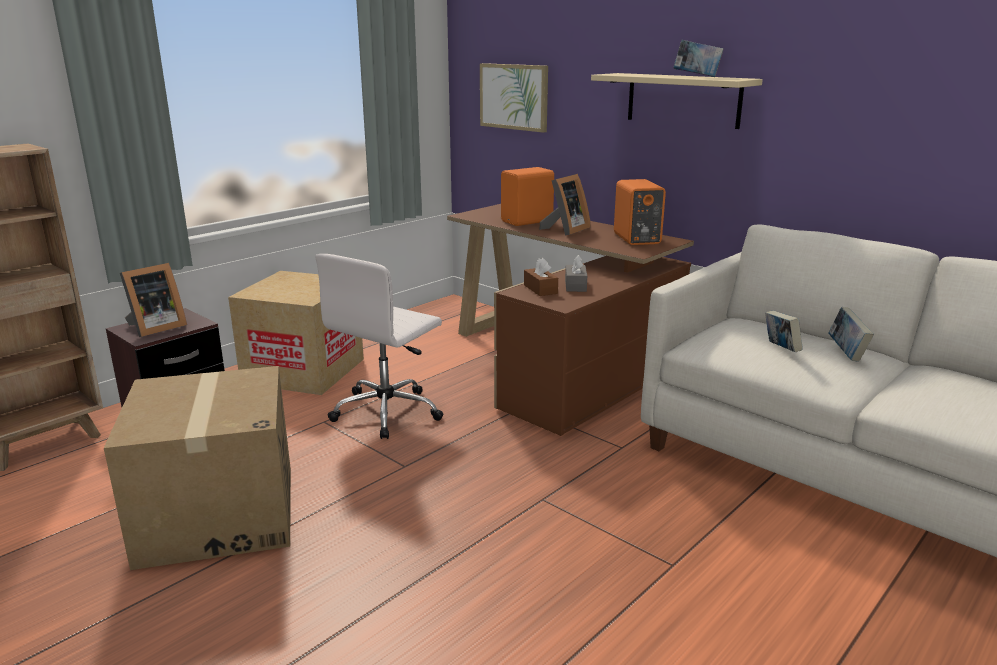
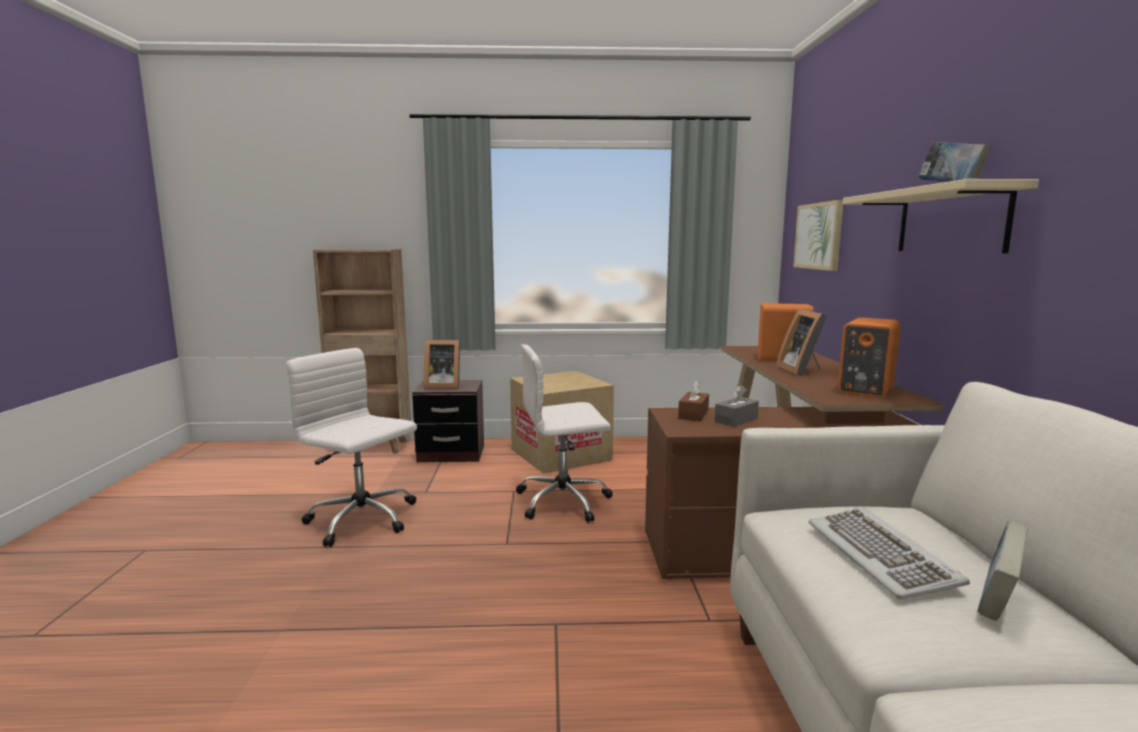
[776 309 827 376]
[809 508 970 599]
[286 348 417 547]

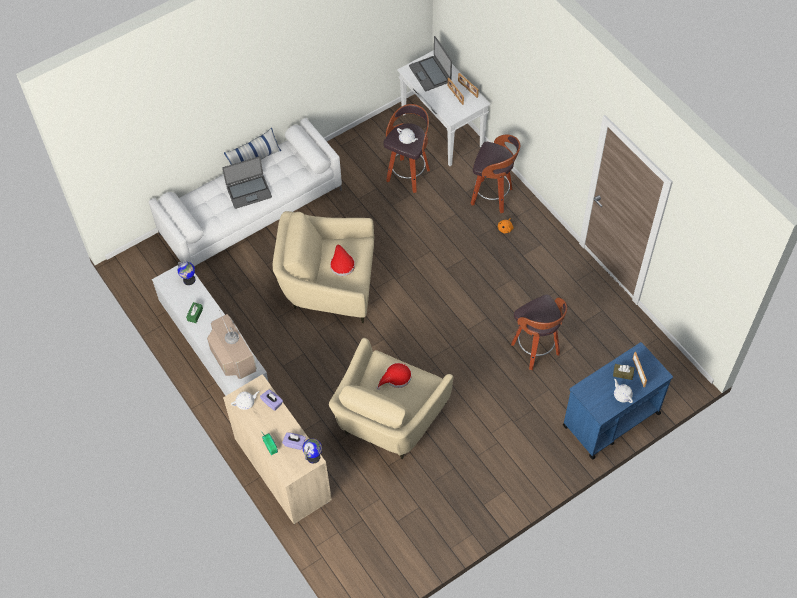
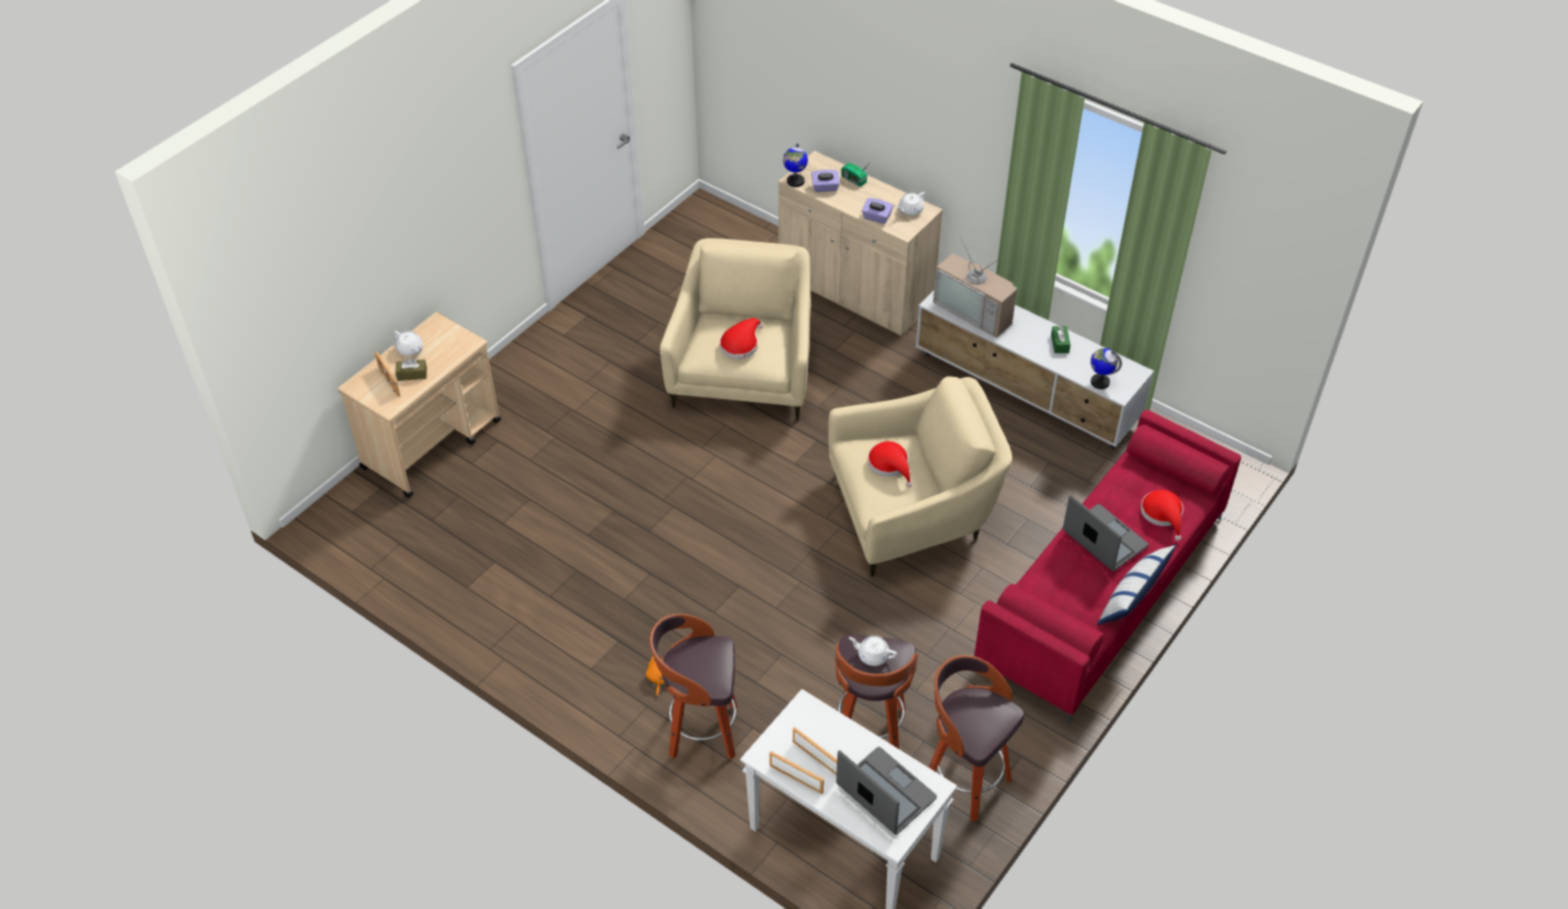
[974 410 1241 725]
[1063 495 1149 571]
[928 655 1024 821]
[338 312 501 498]
[1140 490 1183 541]

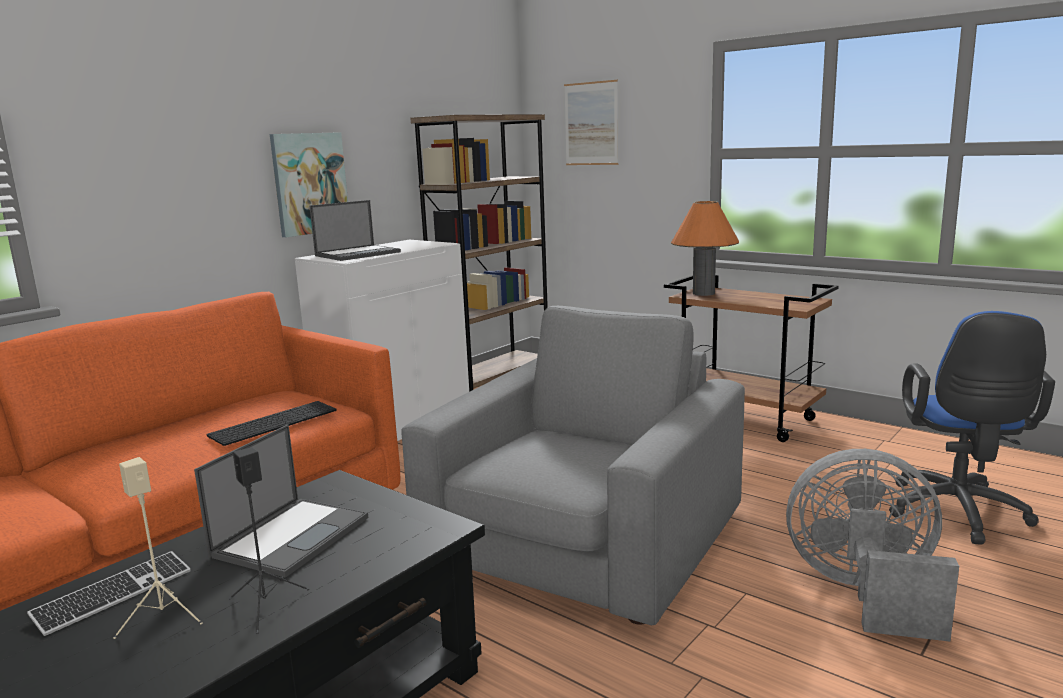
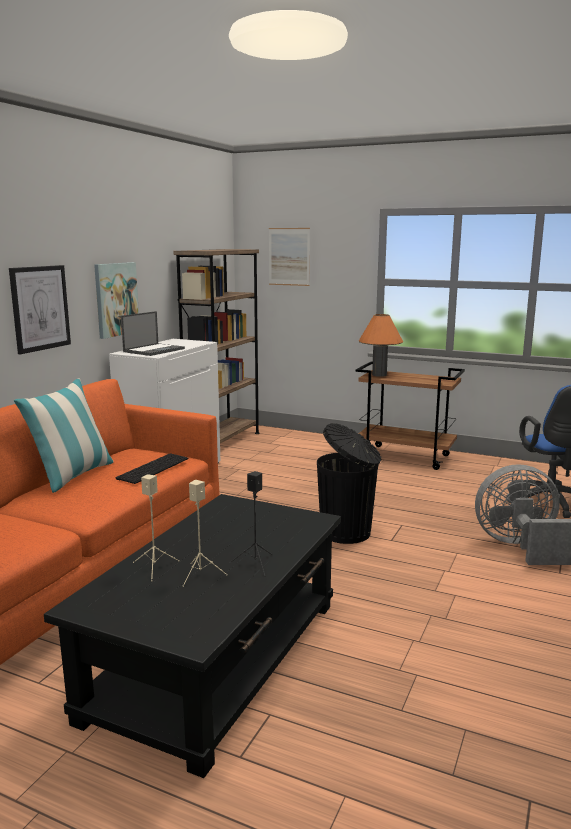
[317 423 381 544]
[194 424 369 578] (first image)
[133 474 179 582]
[9 265 71 354]
[14 378 114 493]

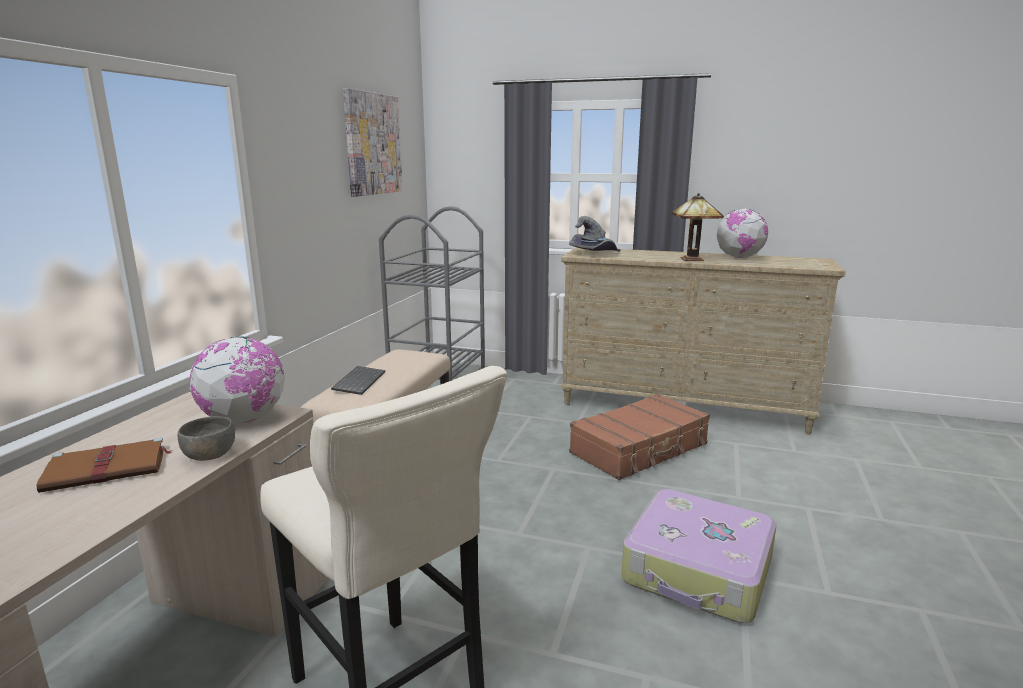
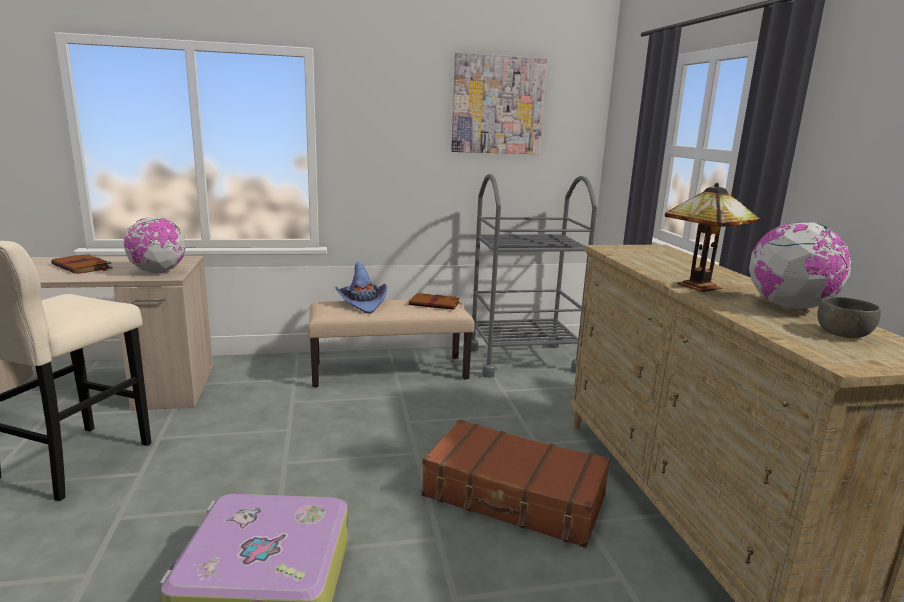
[569 216 621 252] (first image)
[335 262 387 314]
[817 297 881 338]
[409 292 462 310]

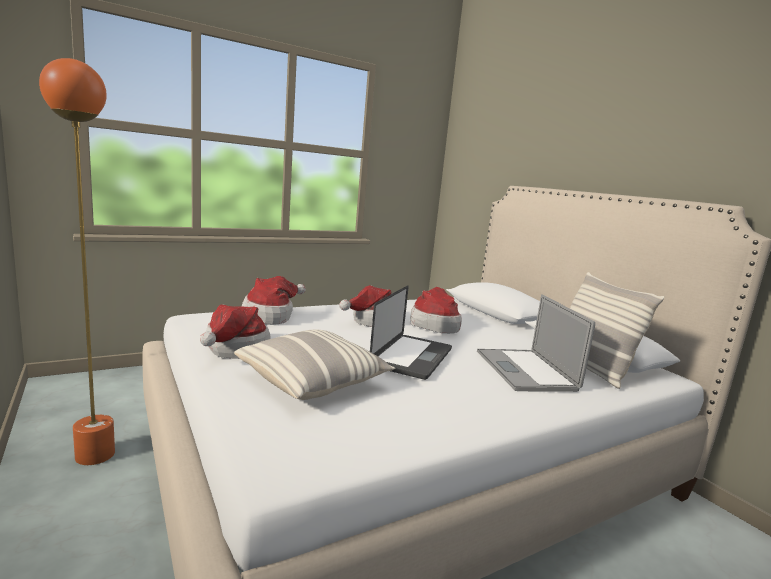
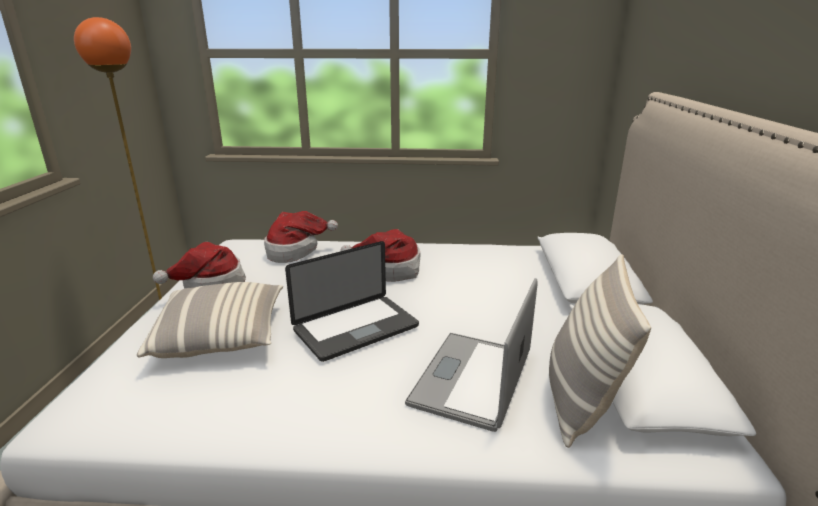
[410 287 462 334] (first image)

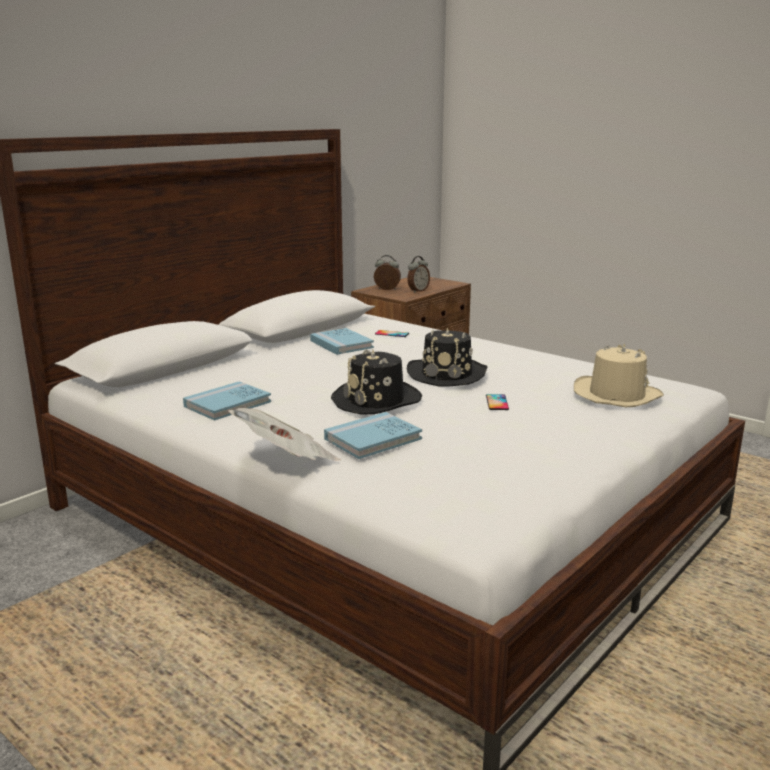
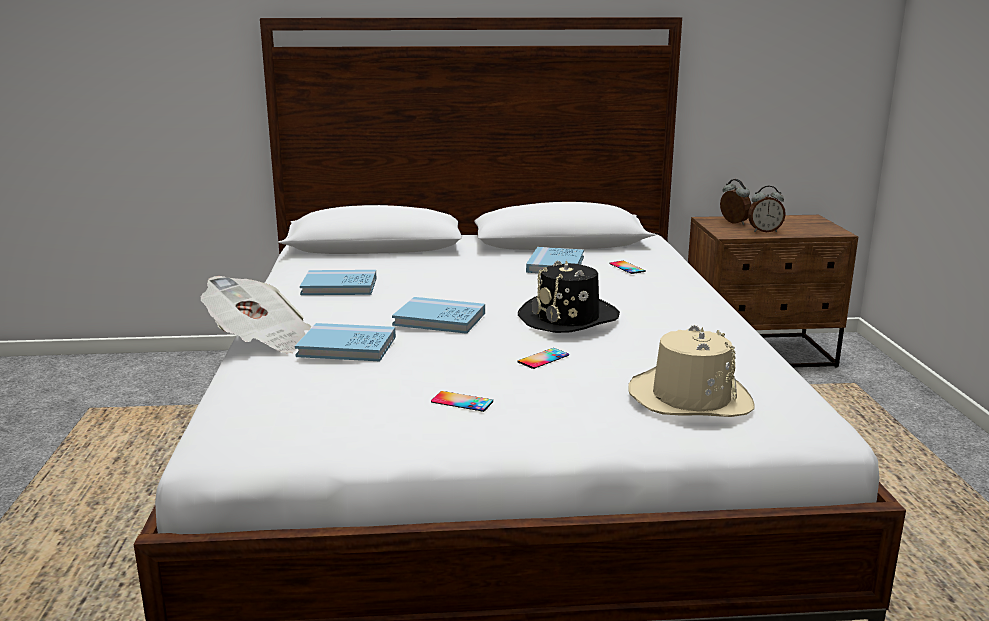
[392 297 485 334]
[431 391 493 412]

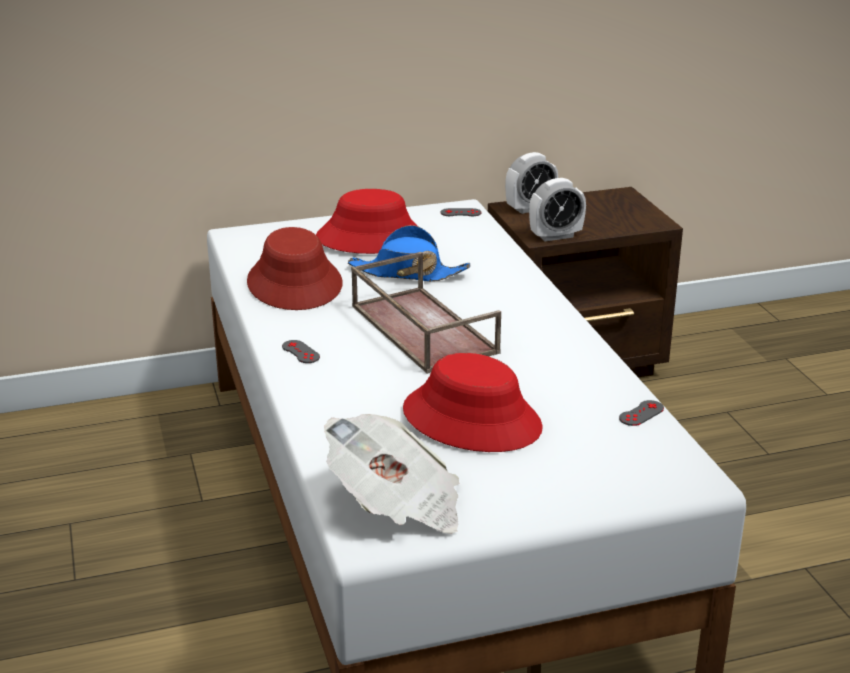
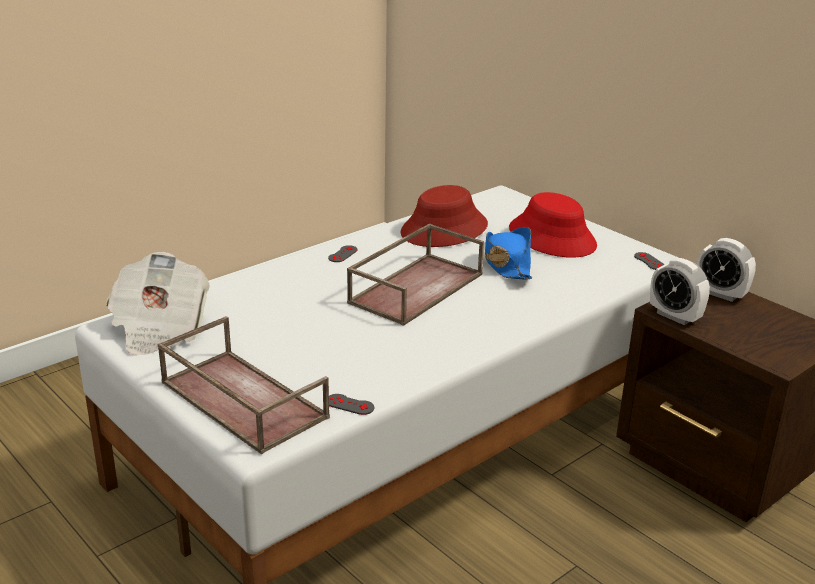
[403 353 543 452] (first image)
[158 316 330 454]

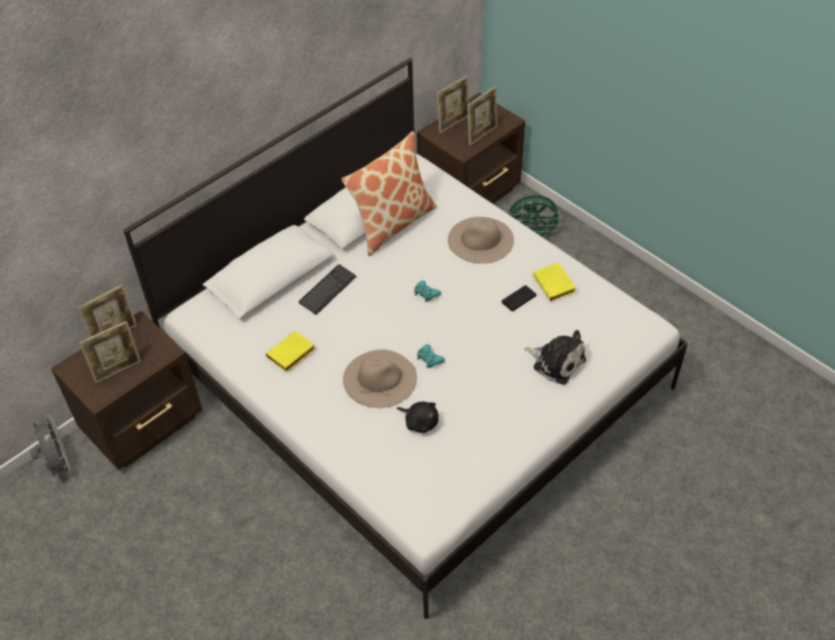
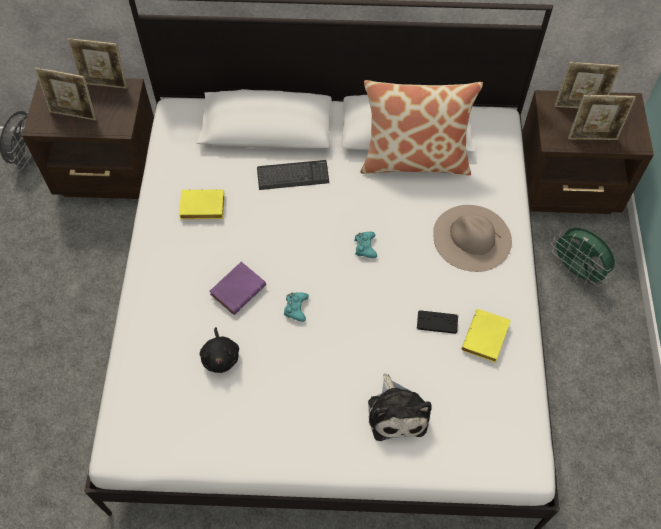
[209 262 266 315]

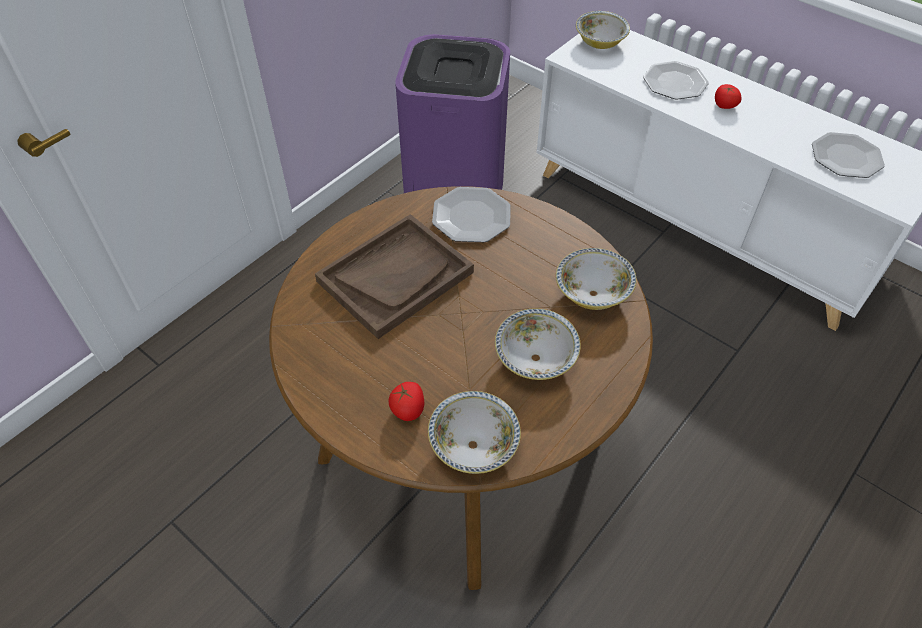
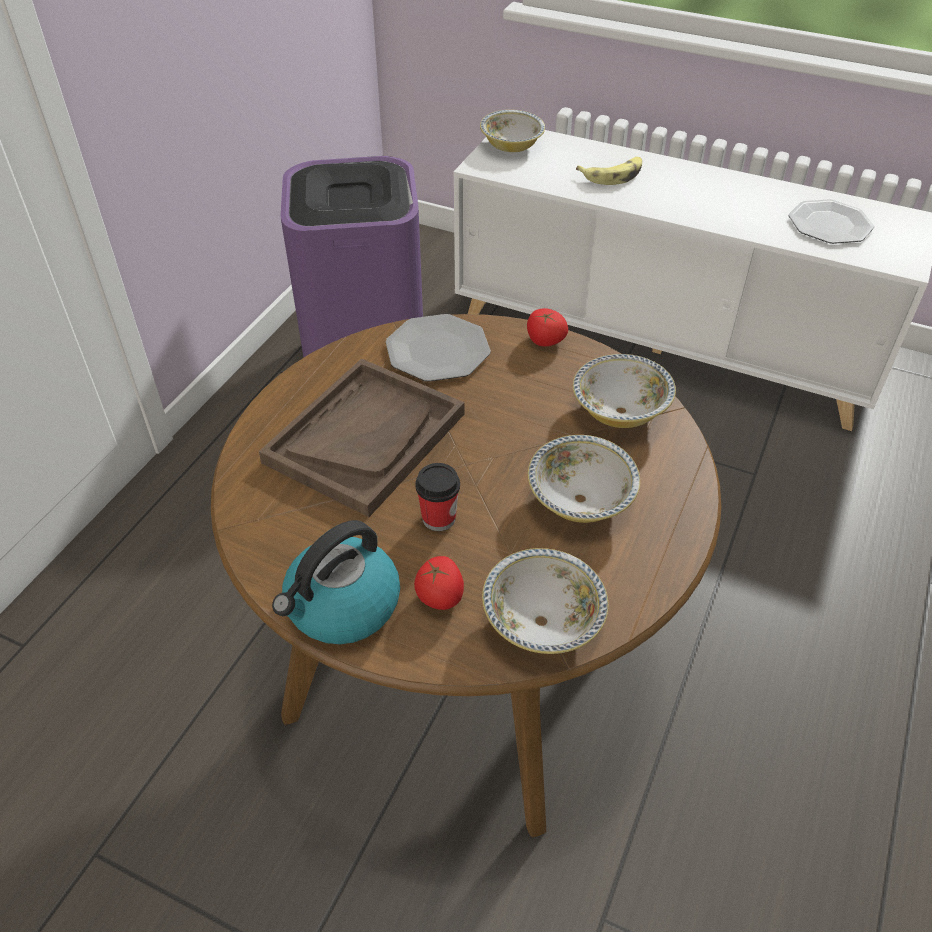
[576 157 642 185]
[527 308 568 346]
[415 463 460 531]
[272 520 400 644]

